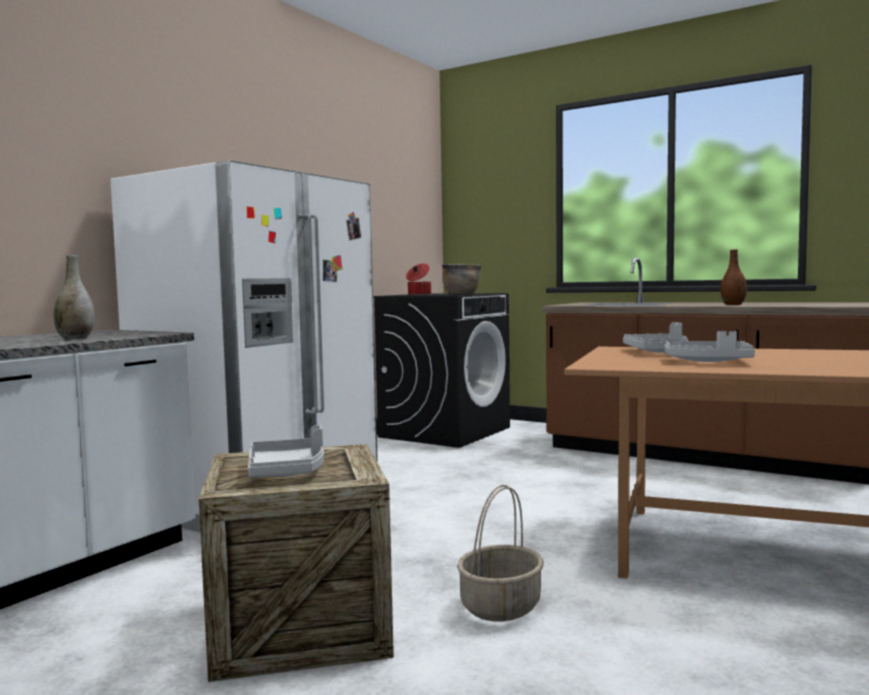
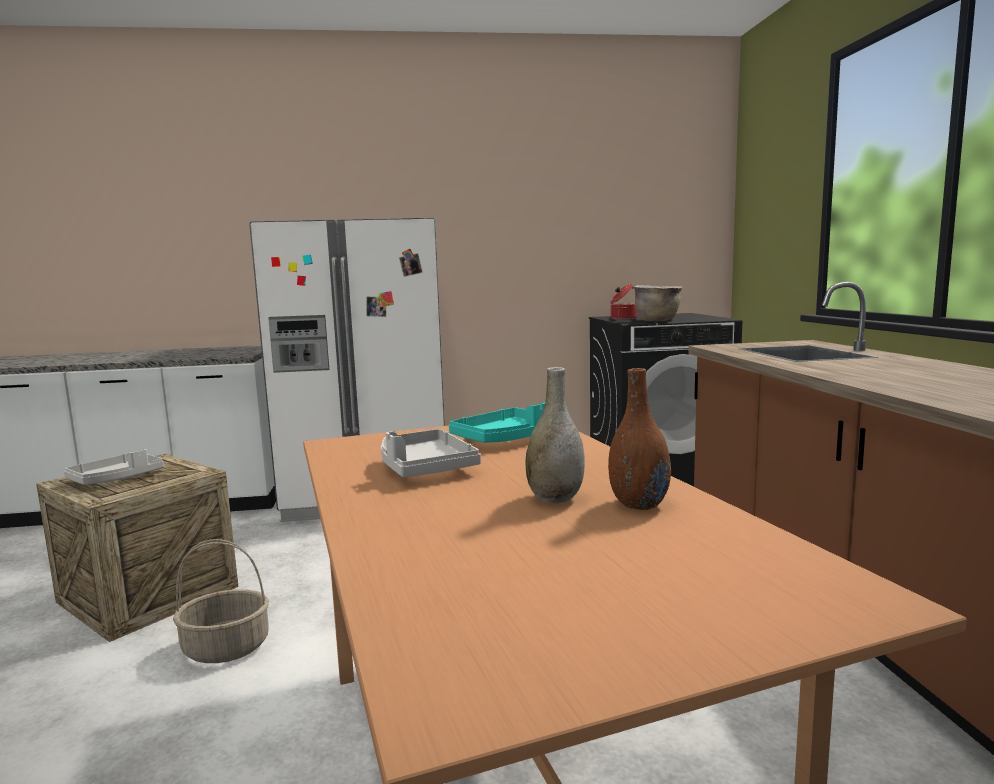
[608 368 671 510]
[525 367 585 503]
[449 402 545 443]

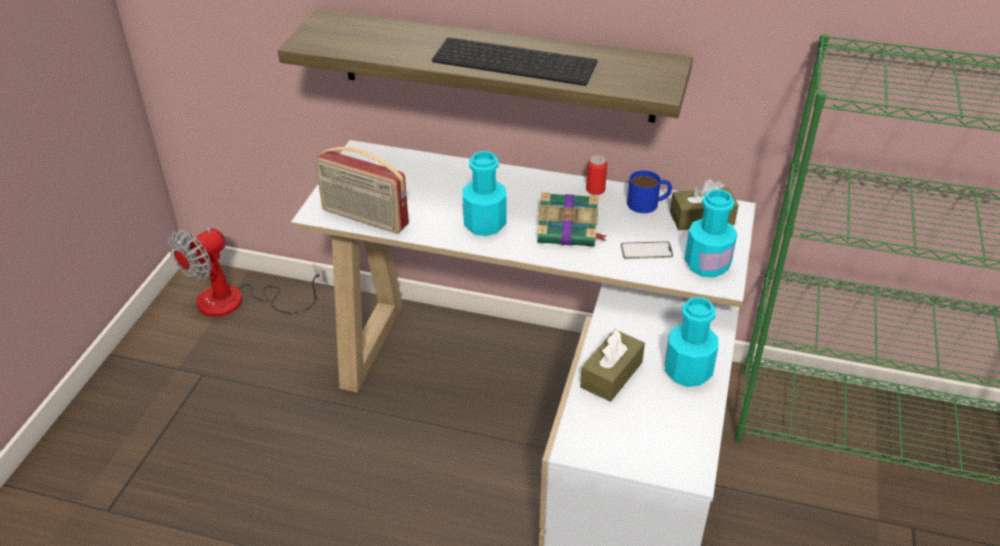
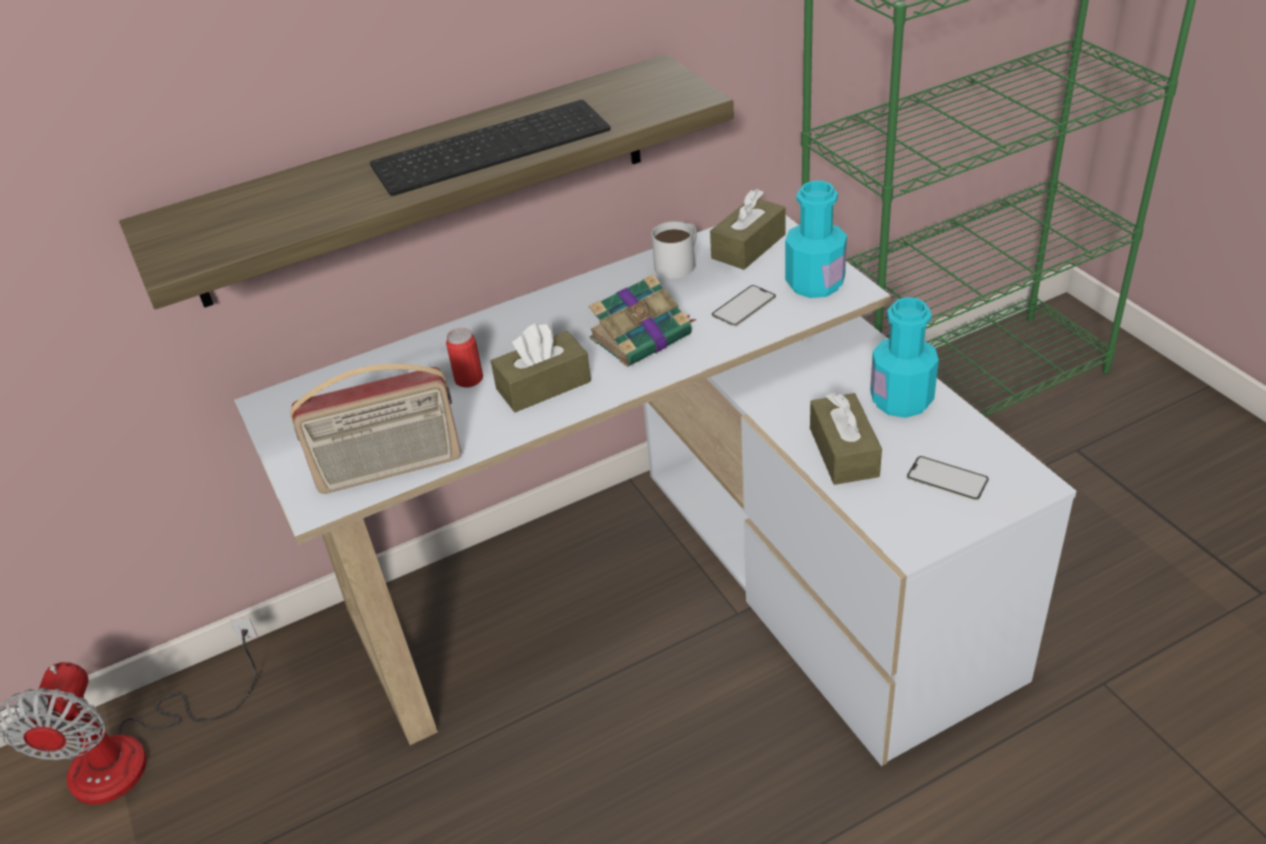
[491 323 591 412]
[446 328 483 388]
[652 221 697 279]
[907 456 989 501]

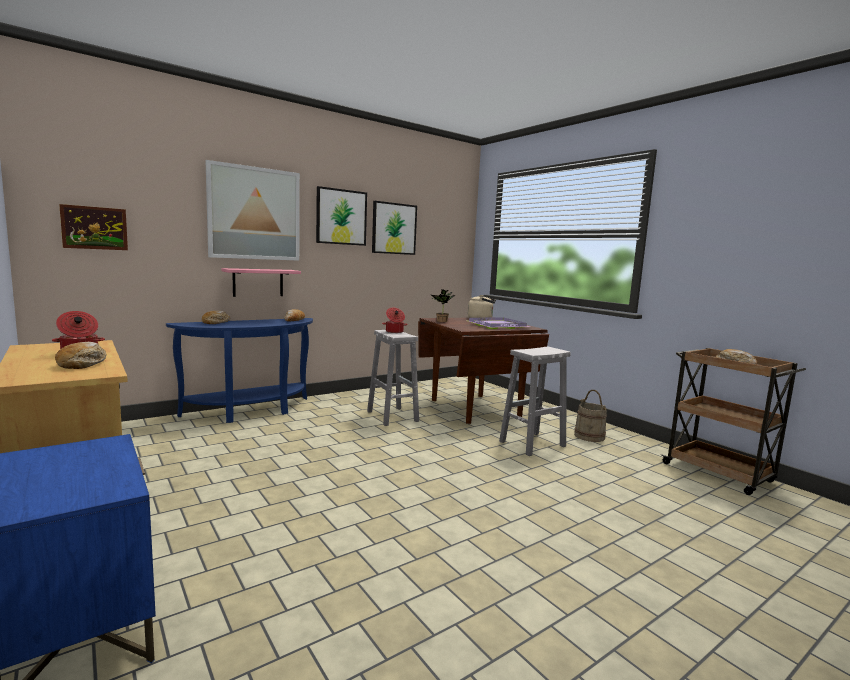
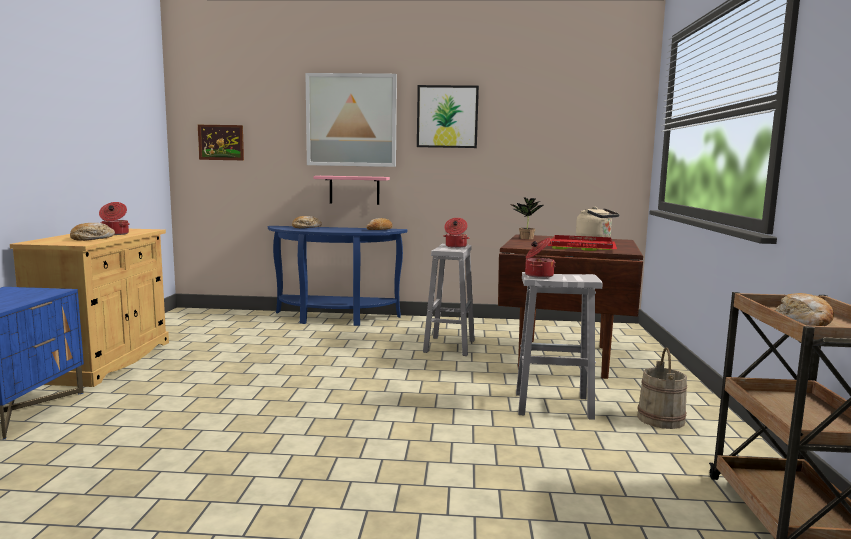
[372 201 417 255] (first image)
[547 235 617 251]
[525 238 556 278]

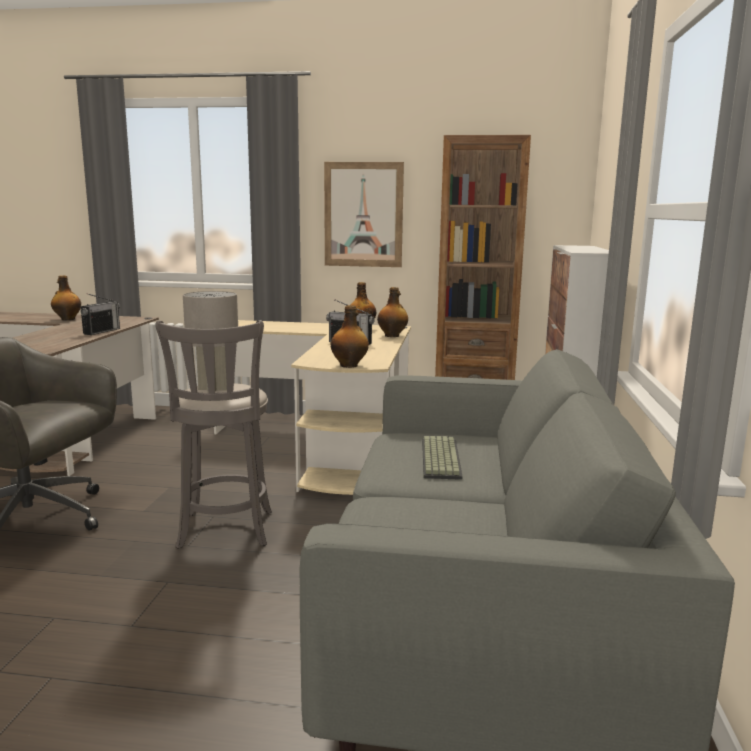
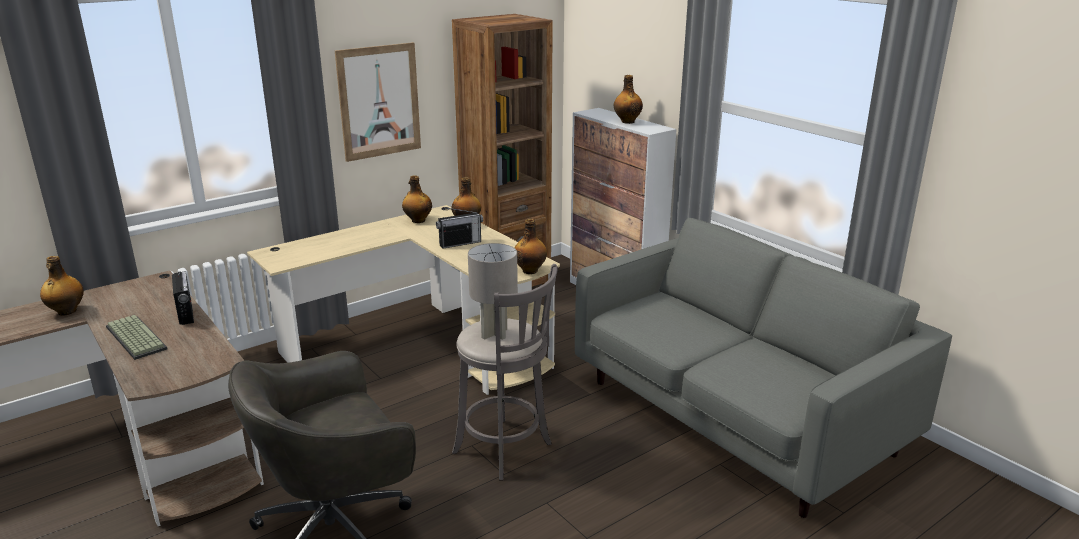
[106 315 168 360]
[614 75 643 124]

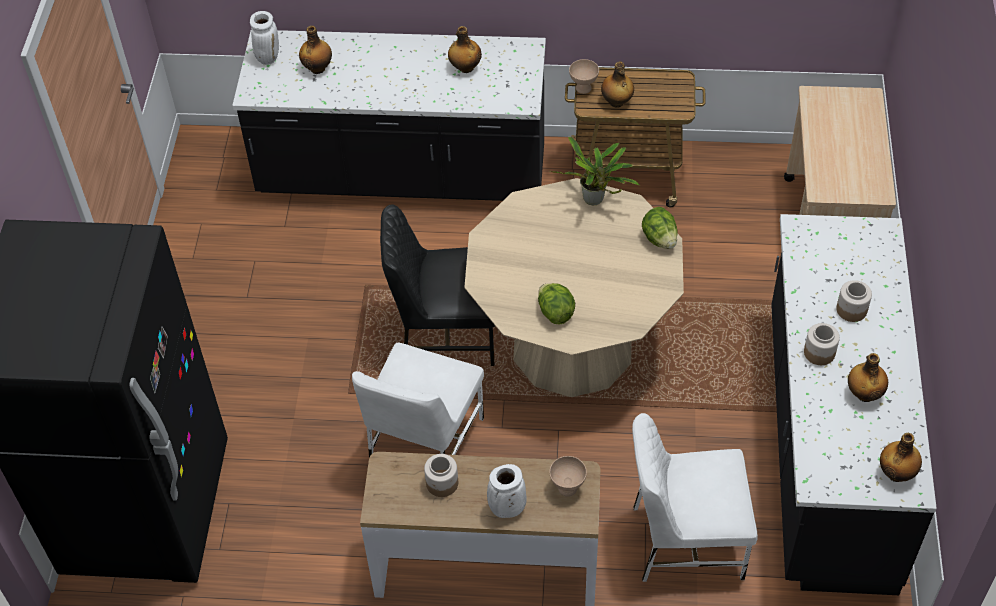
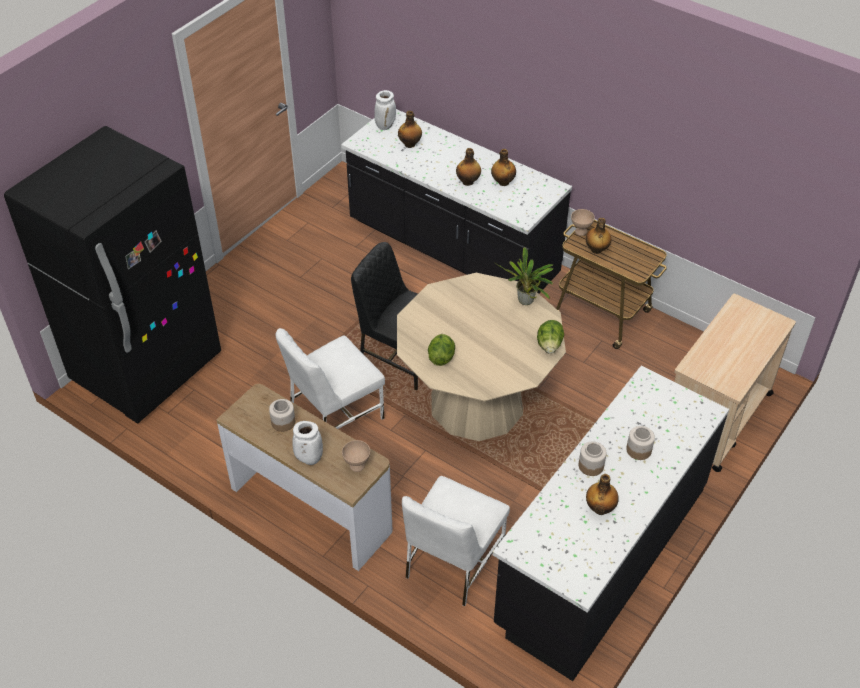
[402 476 510 606]
[456 148 481 186]

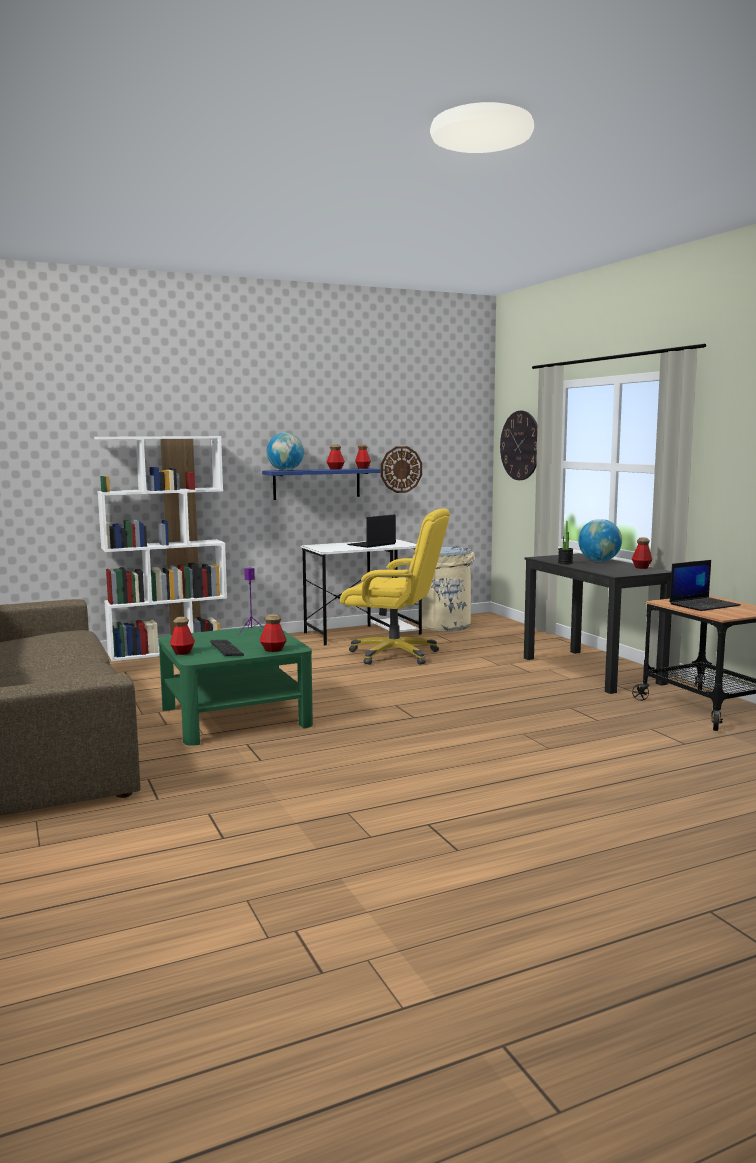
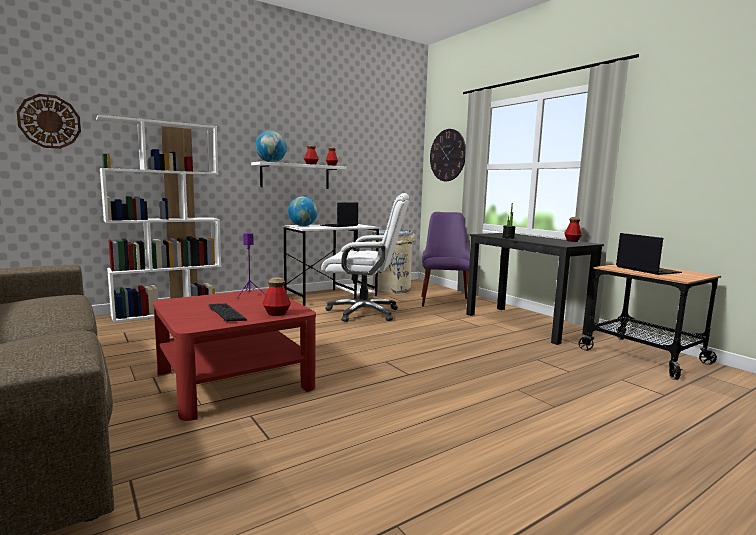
[17 94 81 149]
[251 162 347 189]
[321 193 409 322]
[288 197 318 226]
[616 233 682 275]
[170 617 195 655] (first image)
[153 289 316 421]
[421 212 470 306]

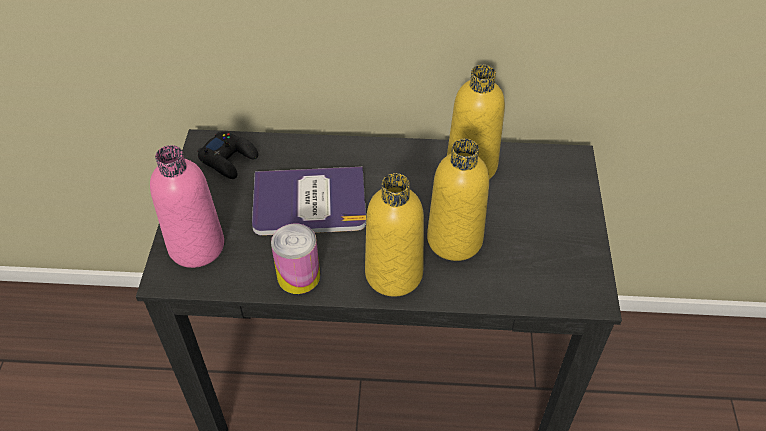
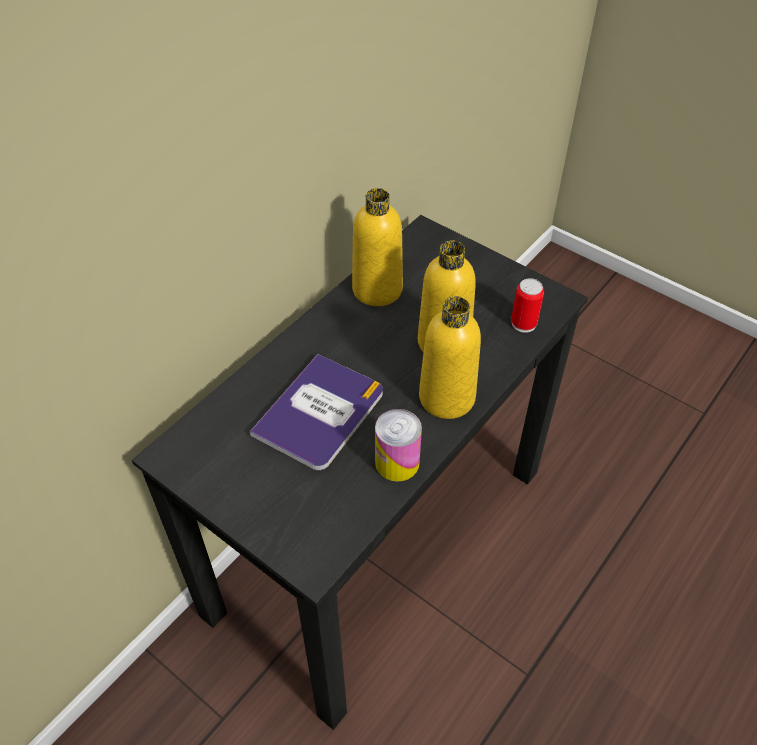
[197 132 258 179] (first image)
[150 145 224 268] (first image)
[511 278 544 333]

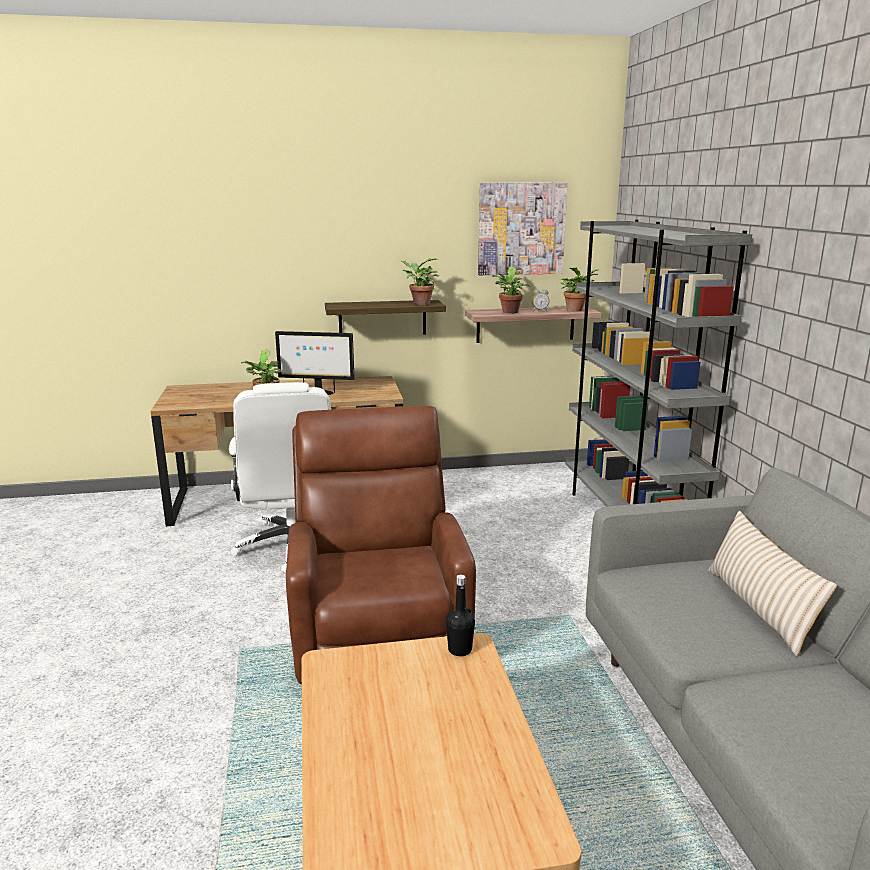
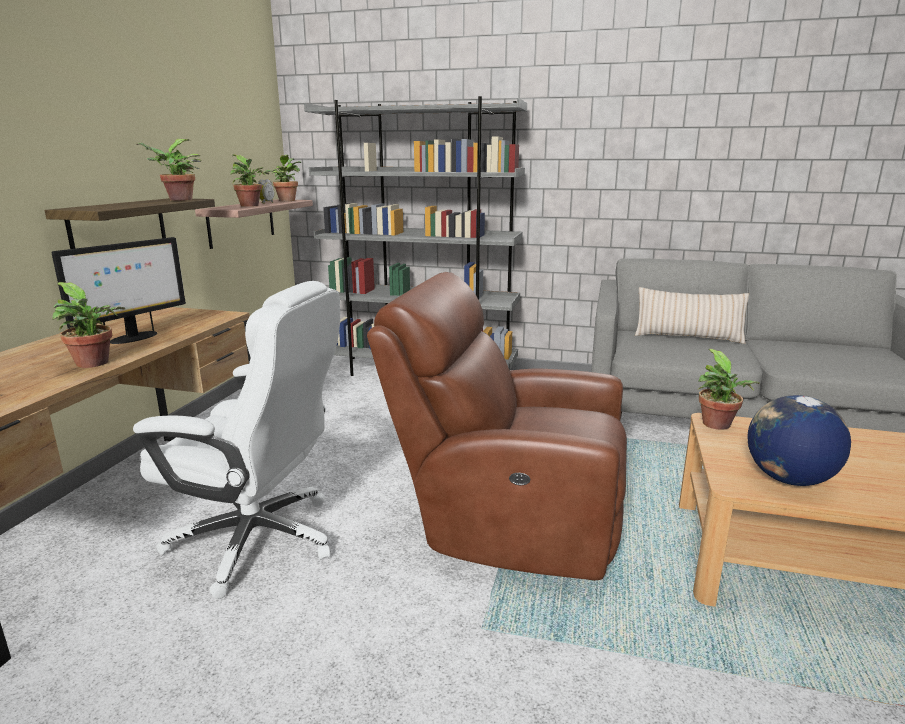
[478 183 568 275] (first image)
[698 349 760 430]
[748 395 851 486]

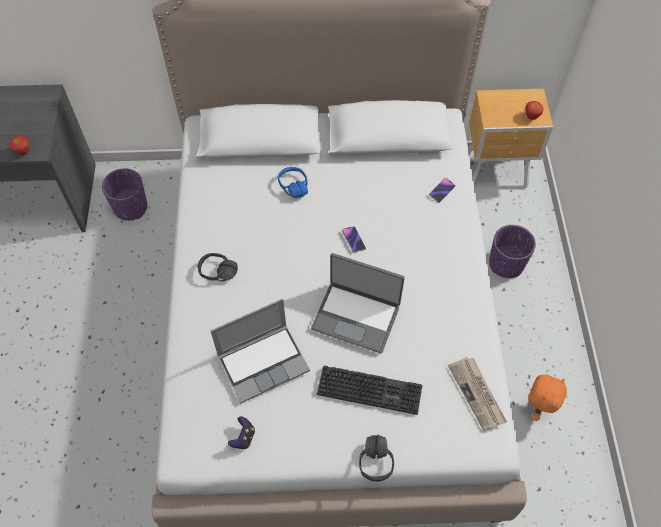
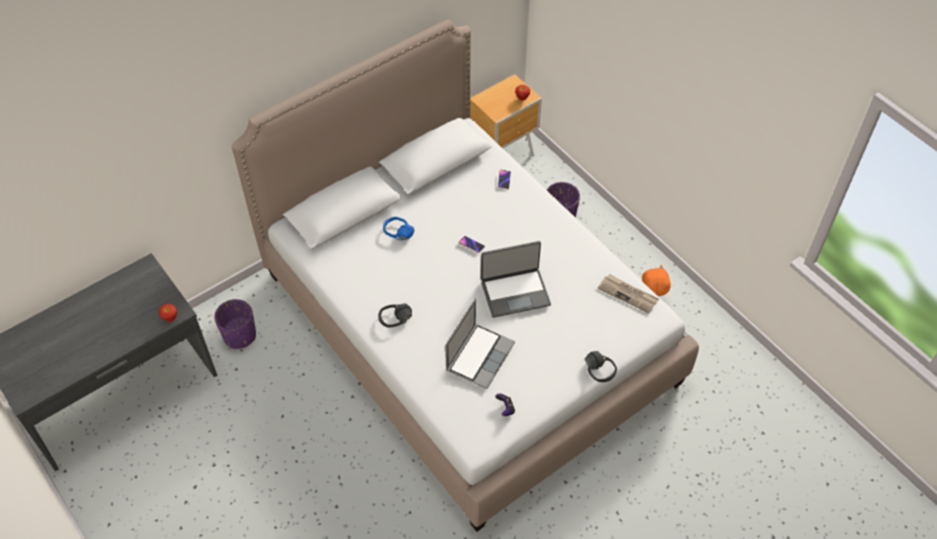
[317 366 422 415] (first image)

